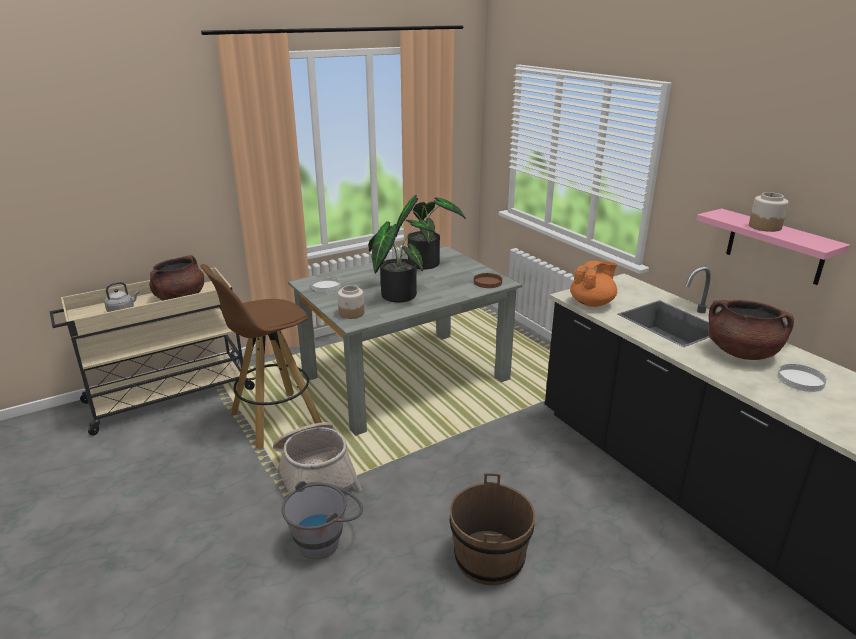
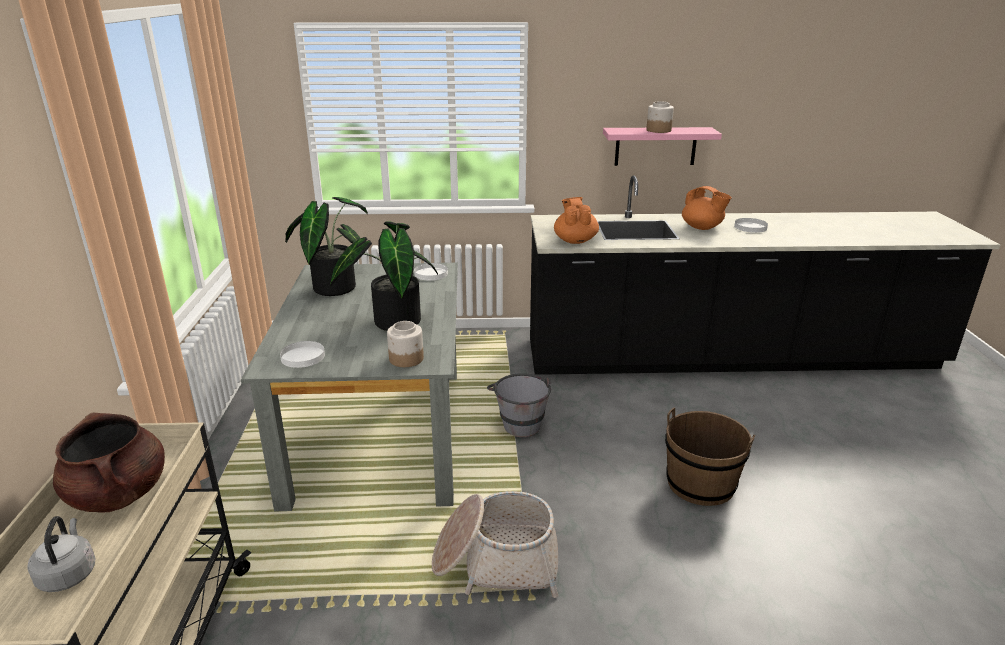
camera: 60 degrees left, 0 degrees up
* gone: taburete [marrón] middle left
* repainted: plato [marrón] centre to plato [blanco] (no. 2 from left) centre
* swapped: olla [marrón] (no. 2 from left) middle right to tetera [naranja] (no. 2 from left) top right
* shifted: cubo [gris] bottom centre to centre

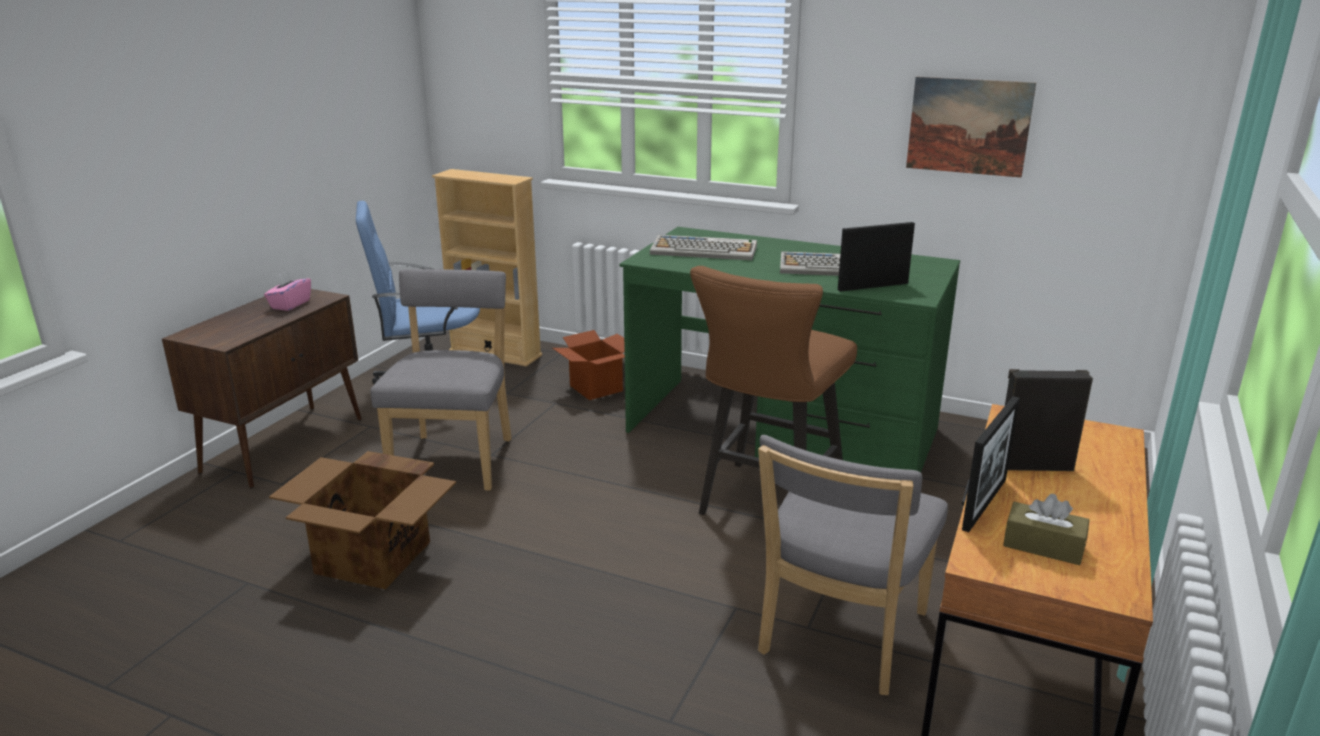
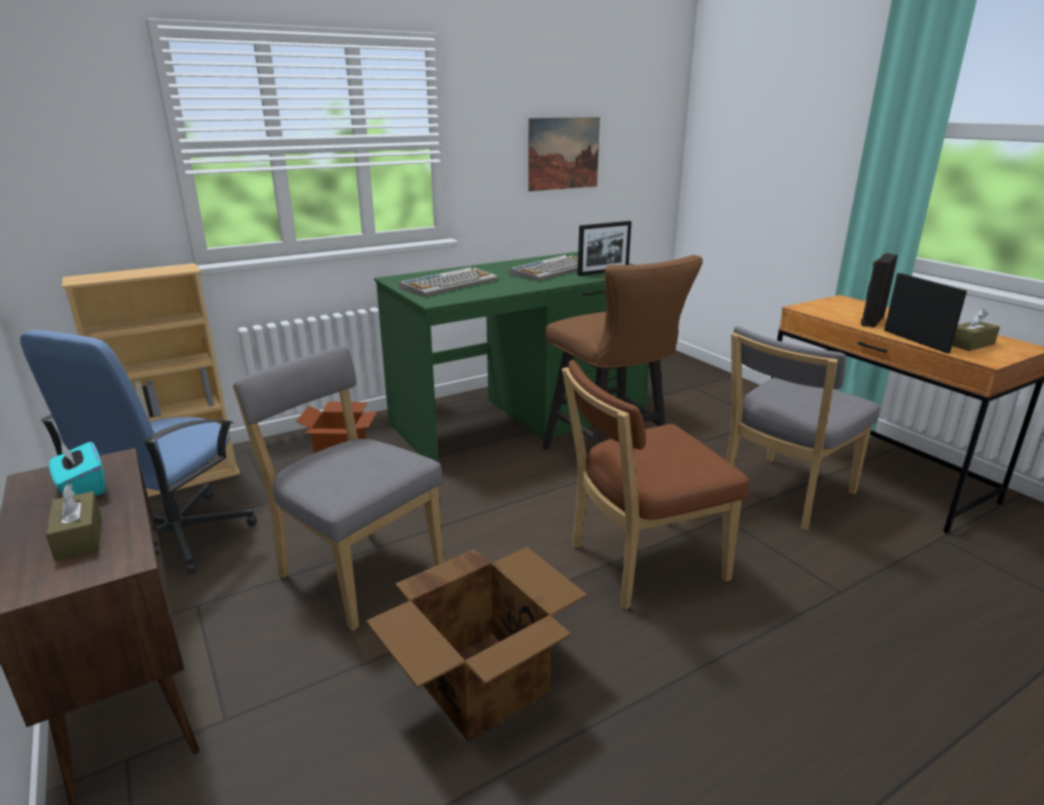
camera: 55 degrees left, 0 degrees up
* rotated: portarretratos (no. 1 from left) centre = top centre 135 degrees counterclockwise
* repainted: caja de pañuelos [rosa] middle left to caja de pañuelos [turquesa] middle left
* rotated: silla [gris] (no. 2 from left) bottom centre = middle right 75 degrees clockwise
* new: silla [marrón] centre
* new: caja de pañuelos [marrón] (no. 1 from left) middle left

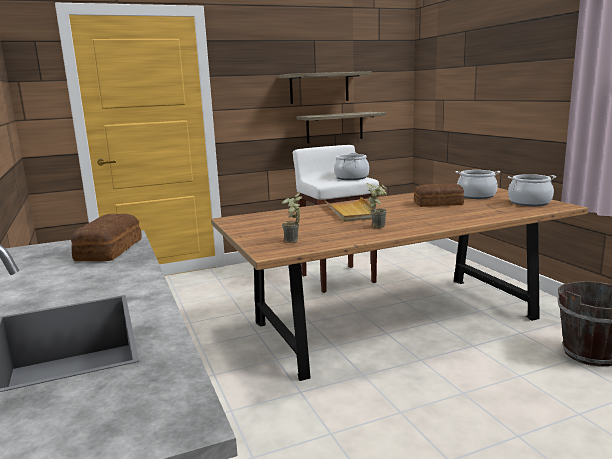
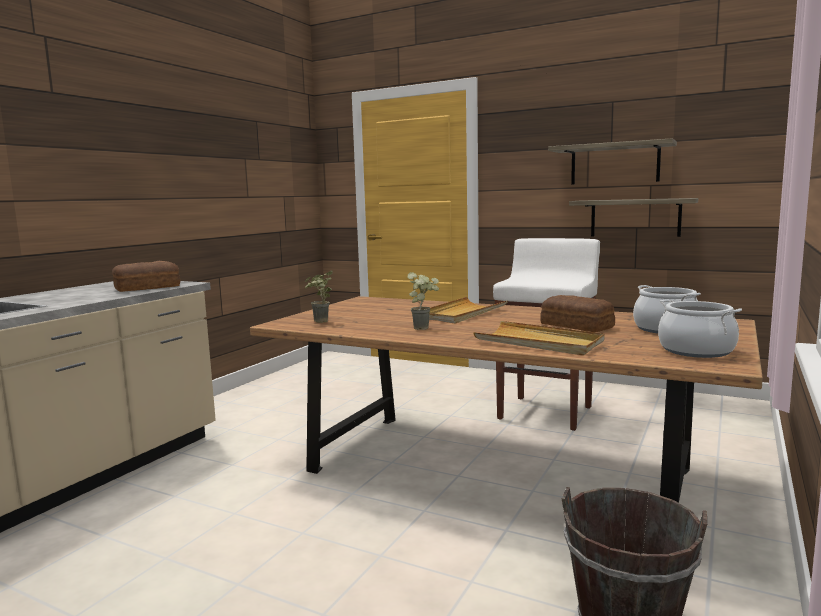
camera: 50 degrees right, 5 degrees down
* gone: olla (no. 1 from left) centre
* new: bandeja [beis] (no. 2 from left) centre

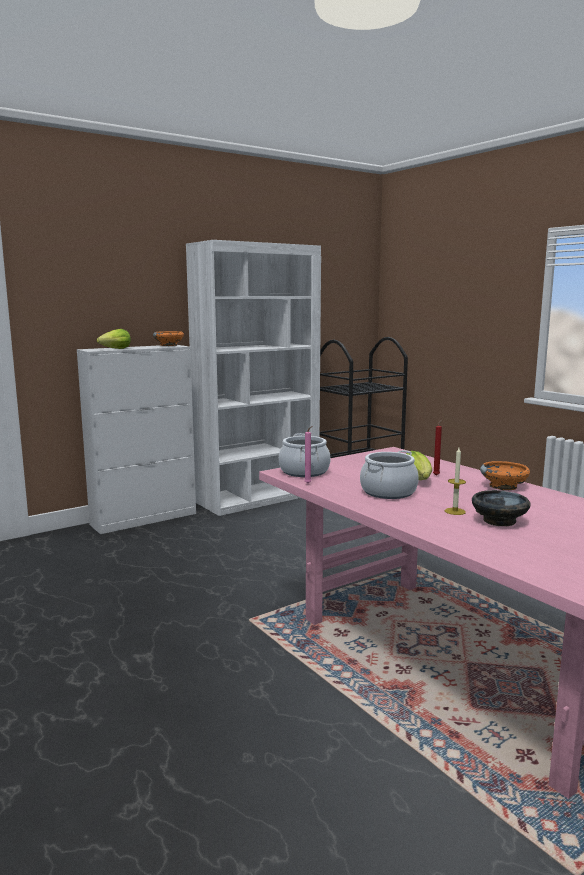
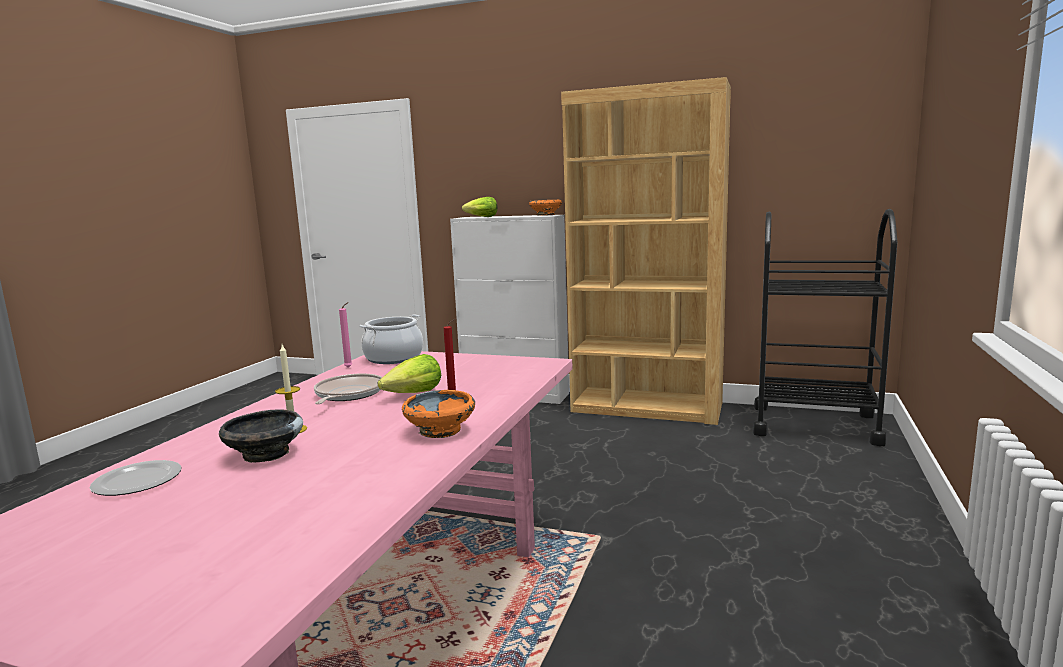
camera: 55 degrees right, 0 degrees up
* repainted: estantería [blanco] centre to estantería [marrón] centre
* swapped: olla (no. 2 from left) centre to sartén middle left
* new: plato bottom left

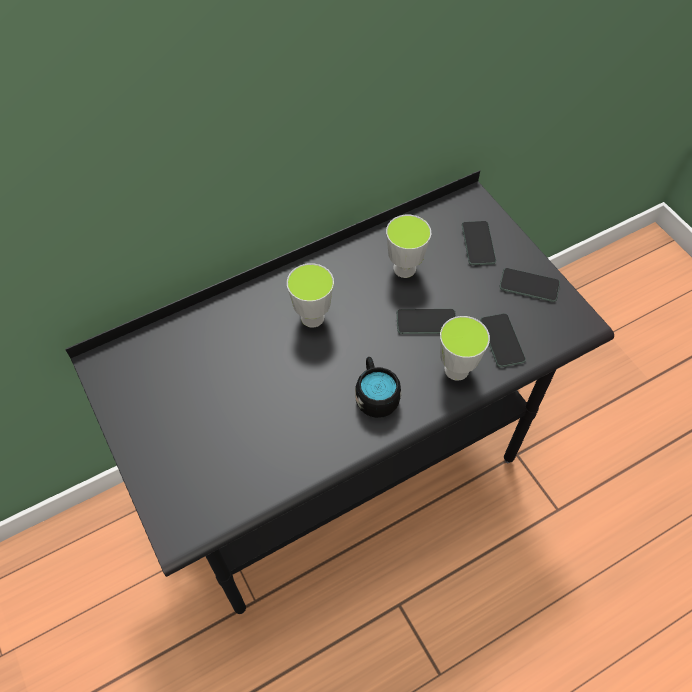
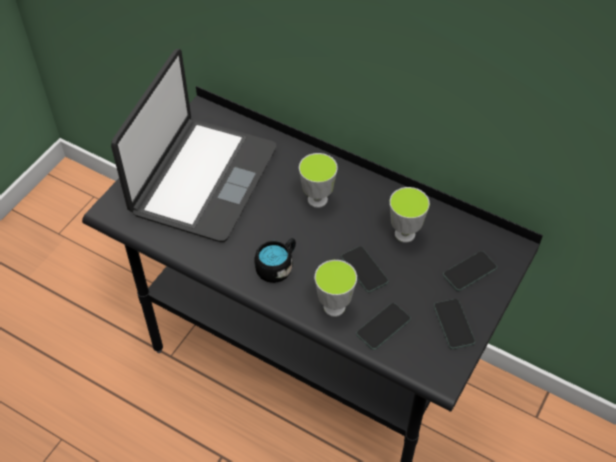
camera: 60 degrees right, 5 degrees down
* new: portátil top left

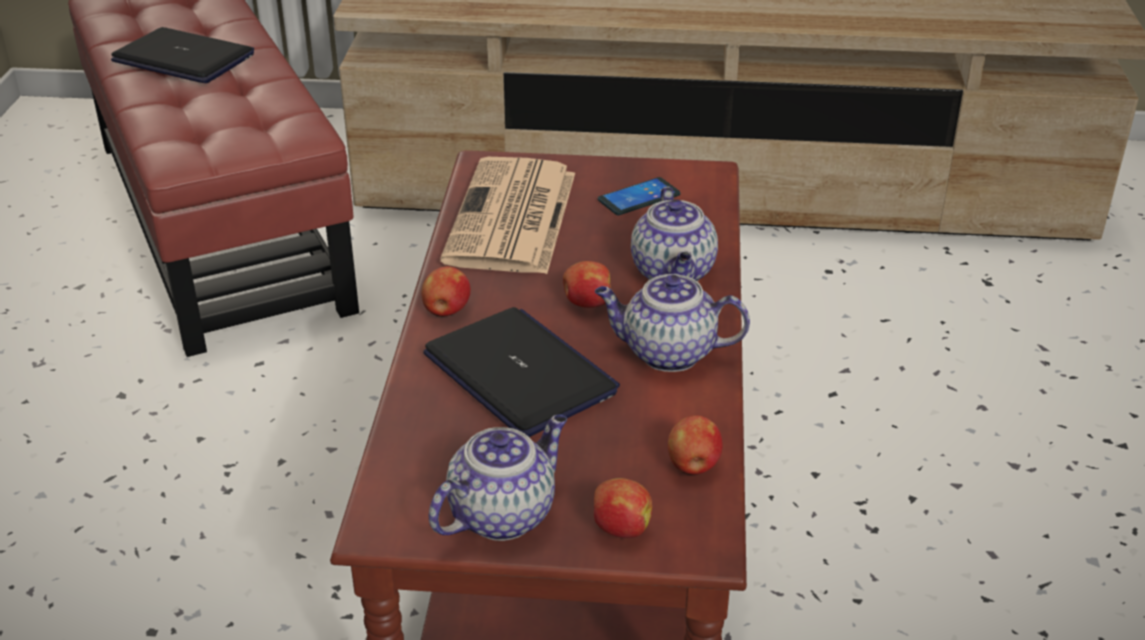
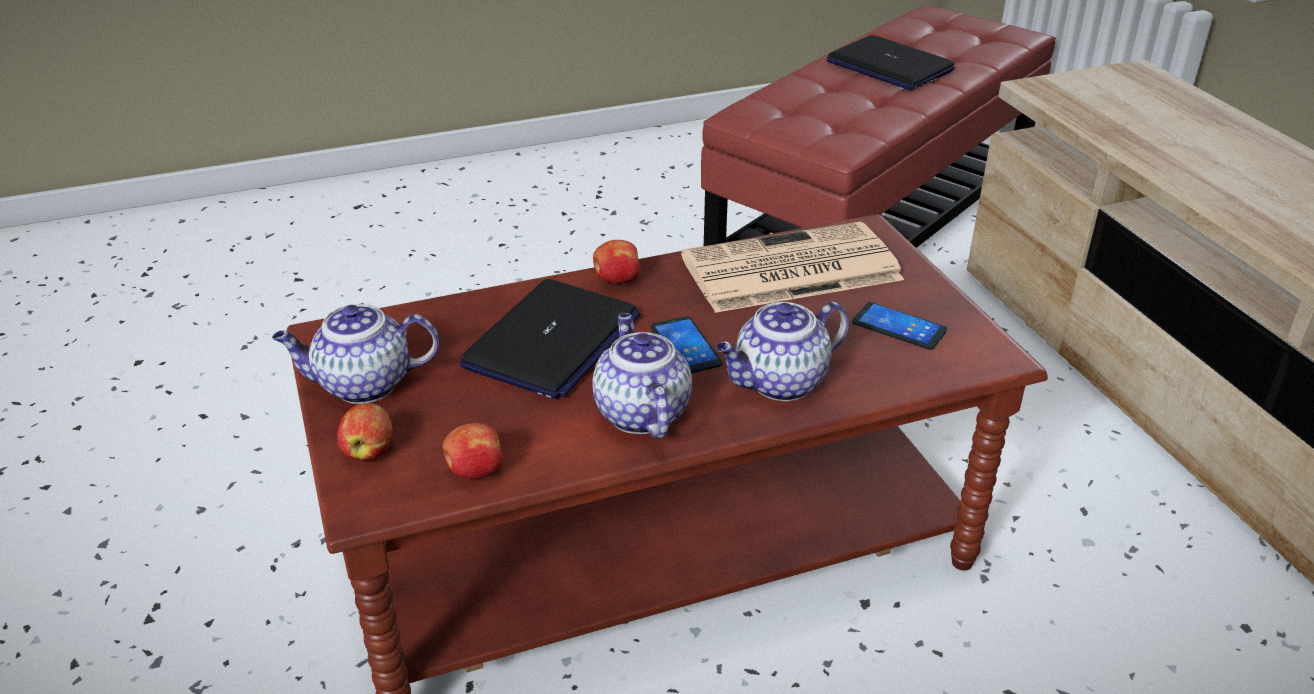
camera: 65 degrees right, 0 degrees up
* rotated: portátil (no. 1 from left in the first image) top left = top right 135 degrees clockwise
* swapped: manzana (no. 2 from left) centre to móvil (no. 1 from left) centre
* rotated: tetera (no. 1 from left) bottom centre = middle left 150 degrees clockwise

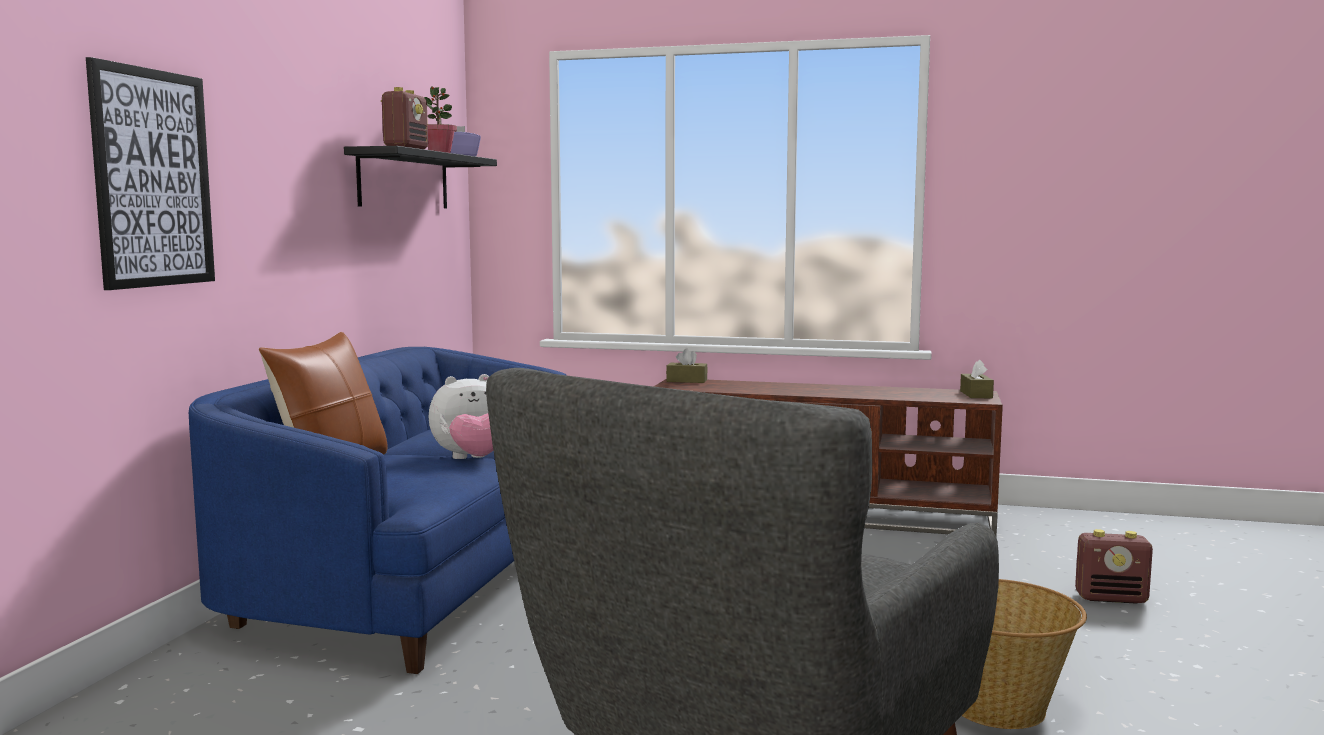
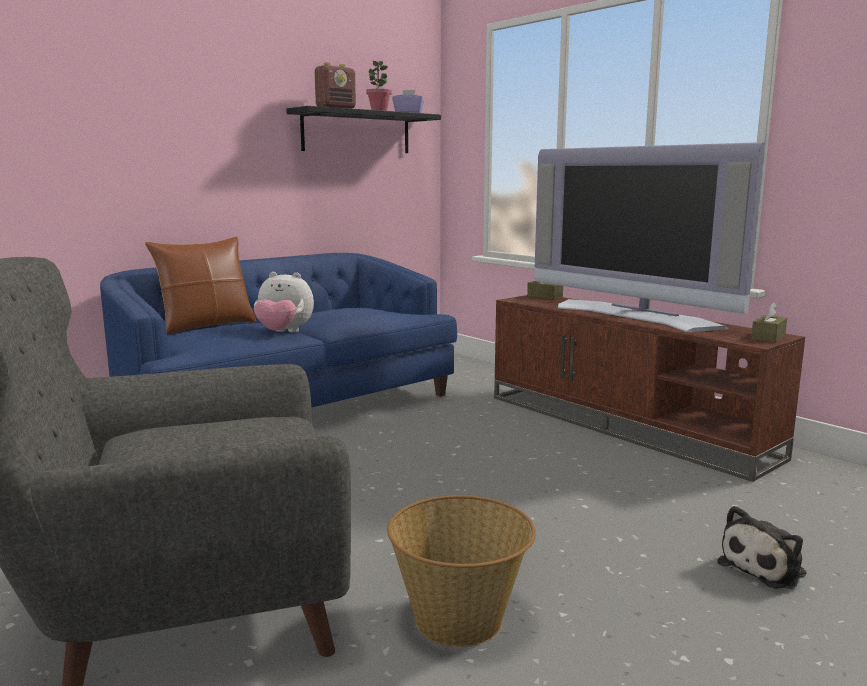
camera: 35 degrees right, 5 degrees up
* gone: cuadro top left
* swapped: radio (no. 2 from left) bottom right to peluche (no. 2 from left) bottom right
* new: televisor middle right

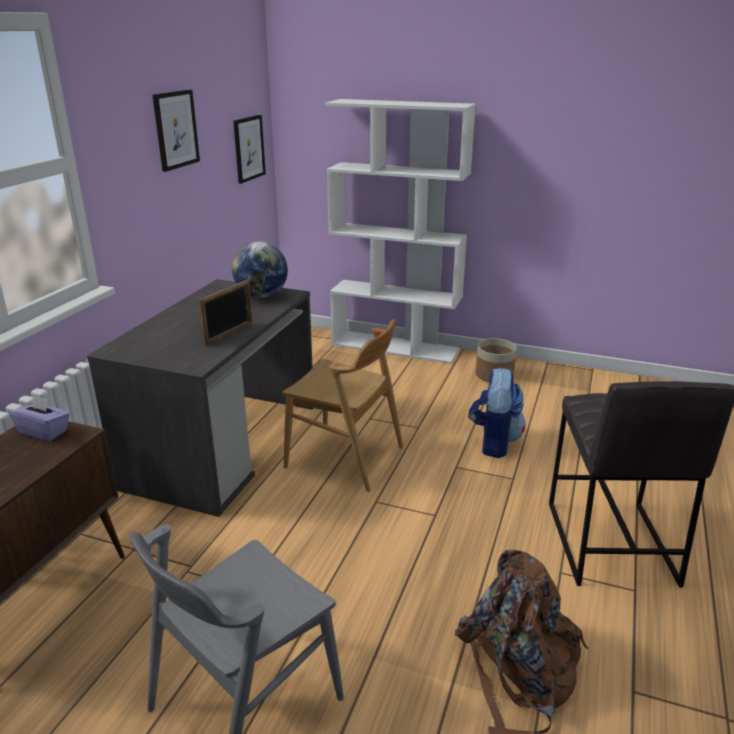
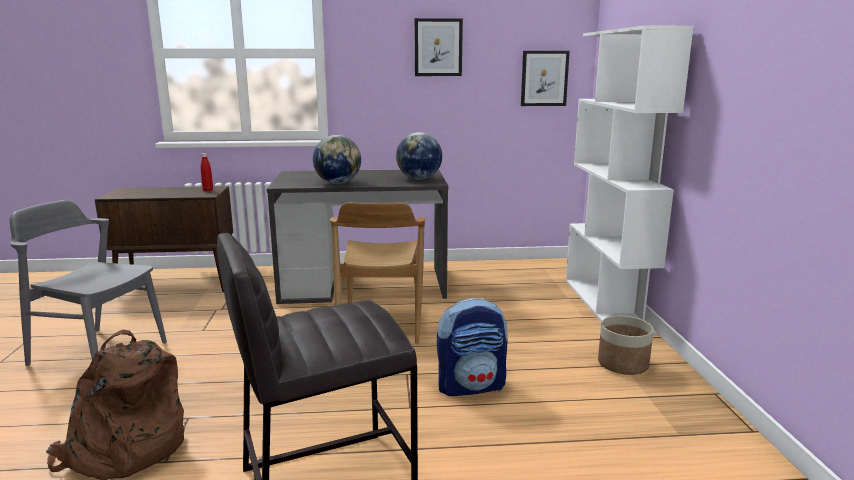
camera: 65 degrees right, 10 degrees down
* swapped: portarretratos middle left to globo terráqueo (no. 1 from left) top centre
* swapped: caja de pañuelos [morado] middle left to botella [rojo] middle left

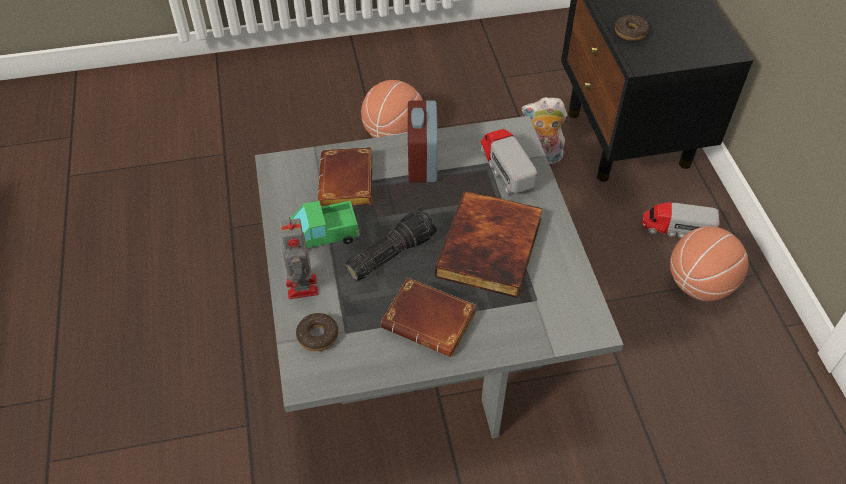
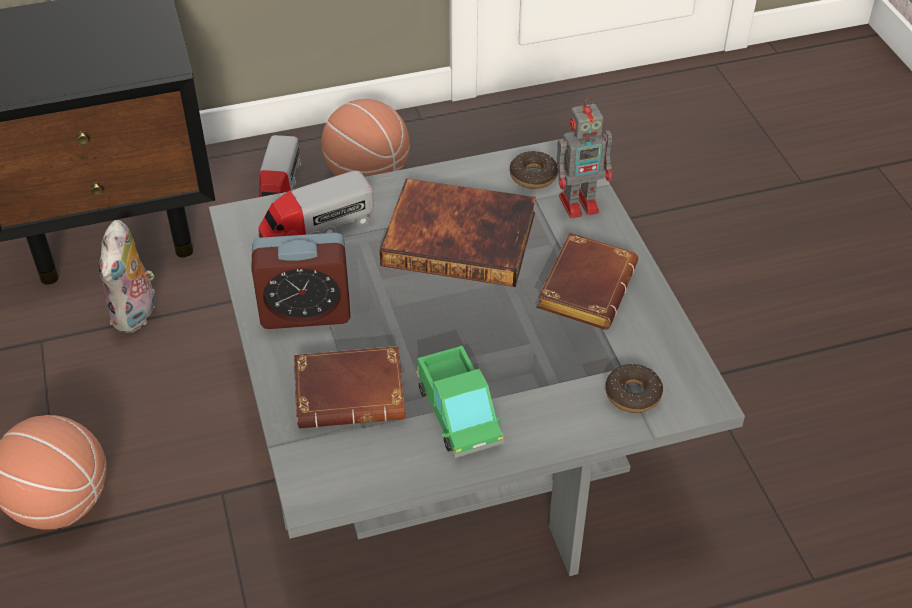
camera: 95 degrees left, 5 degrees down
* shifted: rosquilla (no. 2 from left in the first image) top right to rosquilla (no. 1 from left) top centre
* gone: linterna centre
* shifted: robot de juguete centre to top centre

